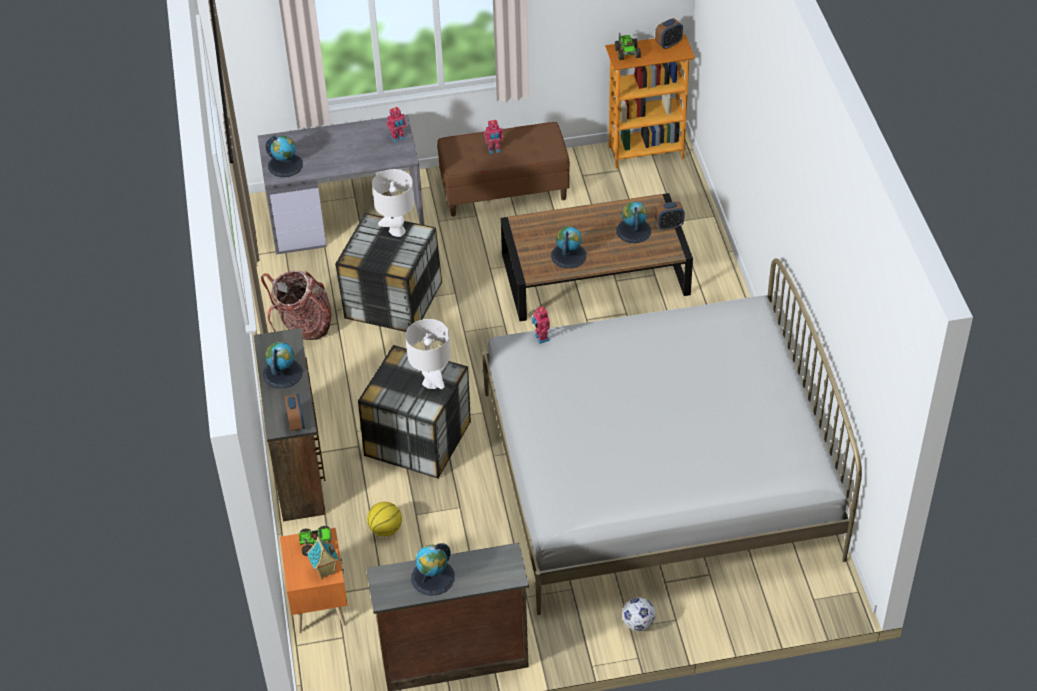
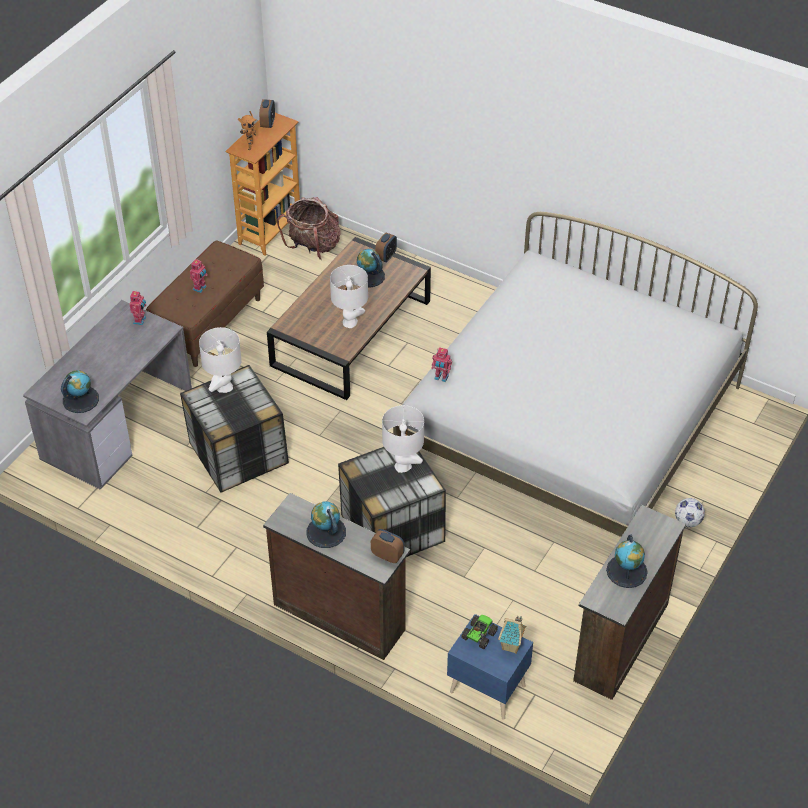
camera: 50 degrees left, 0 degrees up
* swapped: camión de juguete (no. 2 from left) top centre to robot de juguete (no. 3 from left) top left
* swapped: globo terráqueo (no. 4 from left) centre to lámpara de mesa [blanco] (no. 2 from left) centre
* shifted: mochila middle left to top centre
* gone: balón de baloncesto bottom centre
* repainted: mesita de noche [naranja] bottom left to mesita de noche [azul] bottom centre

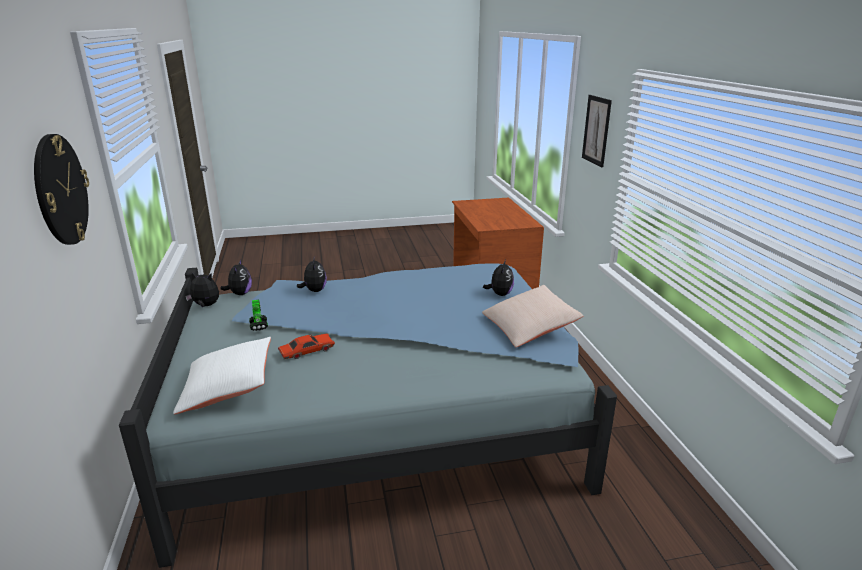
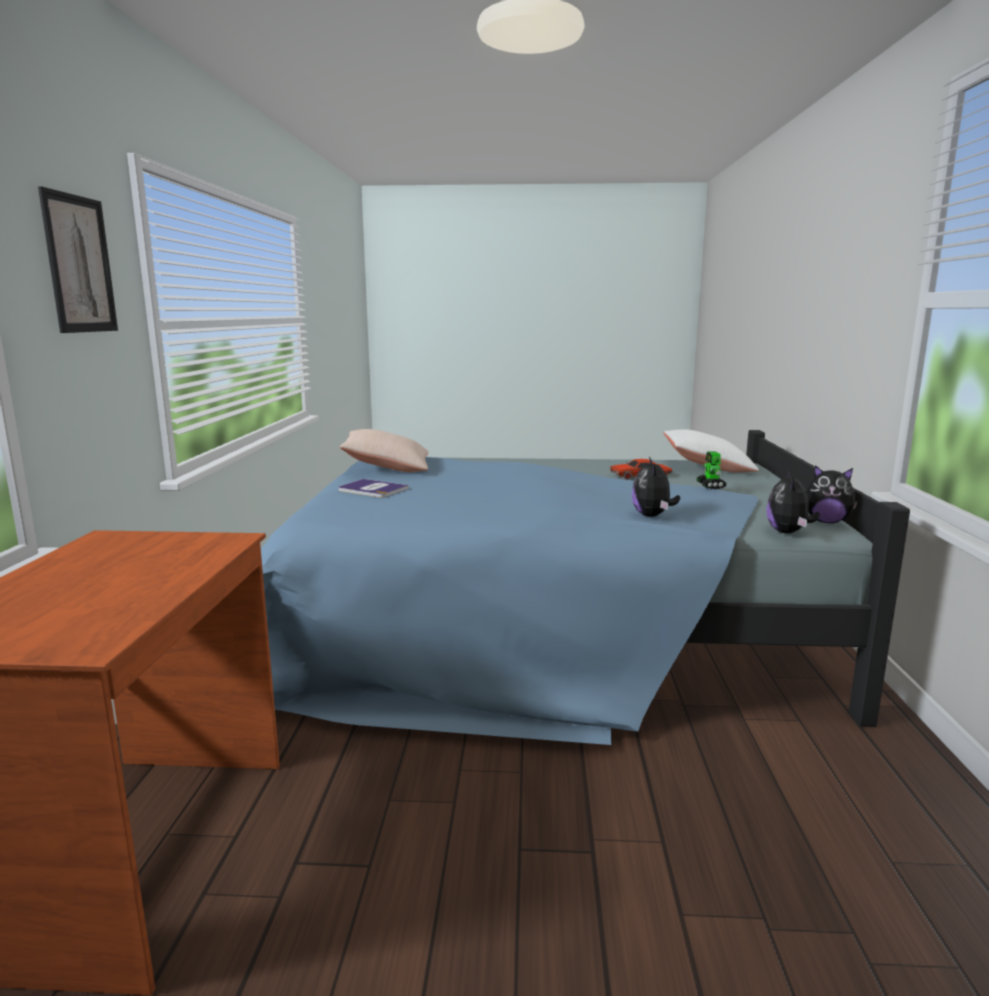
camera: 165 degrees left, 10 degrees down
* gone: reloj de pared top left
* swapped: peluche (no. 4 from left) centre to libro centre

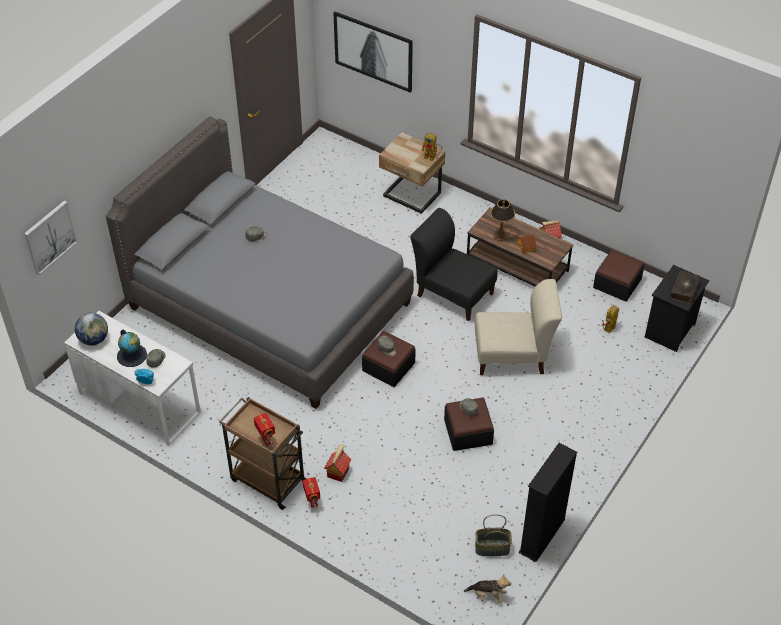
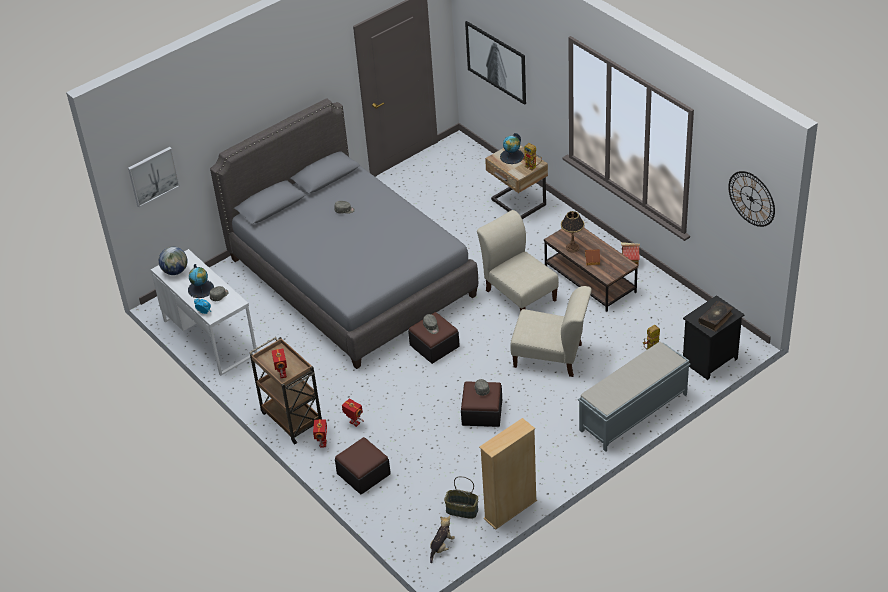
camera: 20 degrees right, 5 degrees down
* repainted: silla [negro] centre to silla [beis] (no. 1 from left) centre
* shifted: puf (no. 3 from left in the first image) middle right to puf (no. 1 from left) bottom centre
* repainted: estantería [negro] bottom right to estantería [beis] bottom centre
* swapped: casita (no. 1 from left) bottom centre to robot de juguete (no. 3 from left) bottom centre
* rotated: peluche bottom centre = bottom centre 90 degrees counterclockwise
* new: globo terráqueo (no. 3 from left) top centre
* new: reloj de pared middle right
* new: banco [gris] bottom right

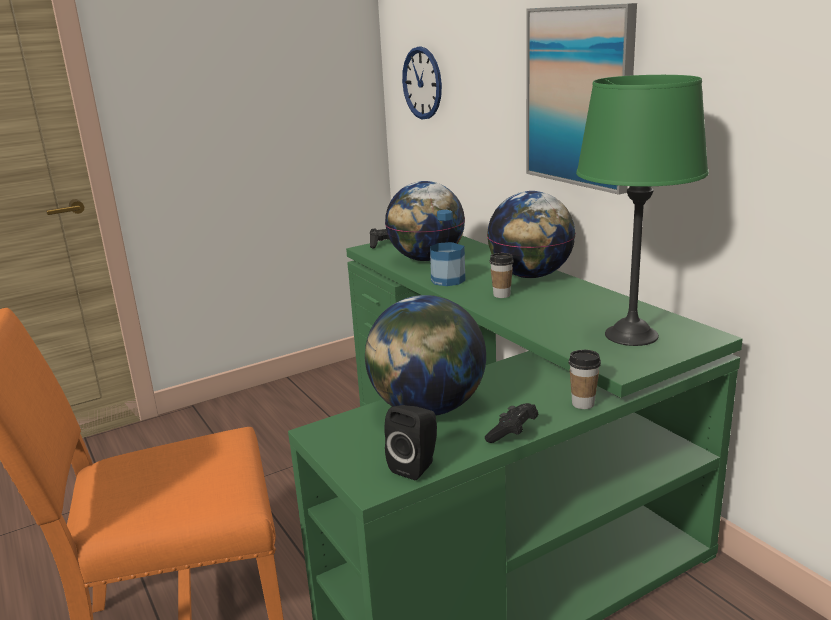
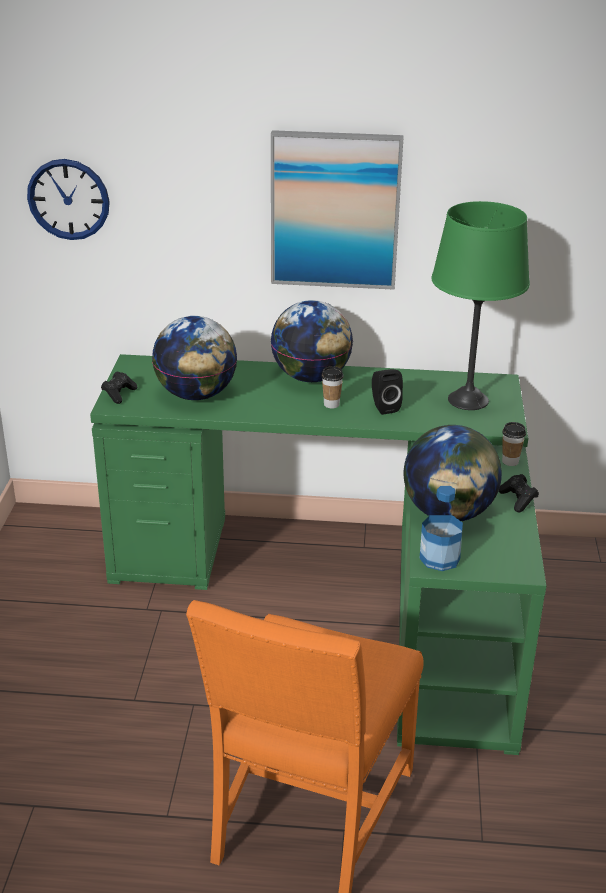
camera: 55 degrees left, 10 degrees up
* shifted: botella centre to middle right
* shifted: altavoz [negro] bottom centre to centre

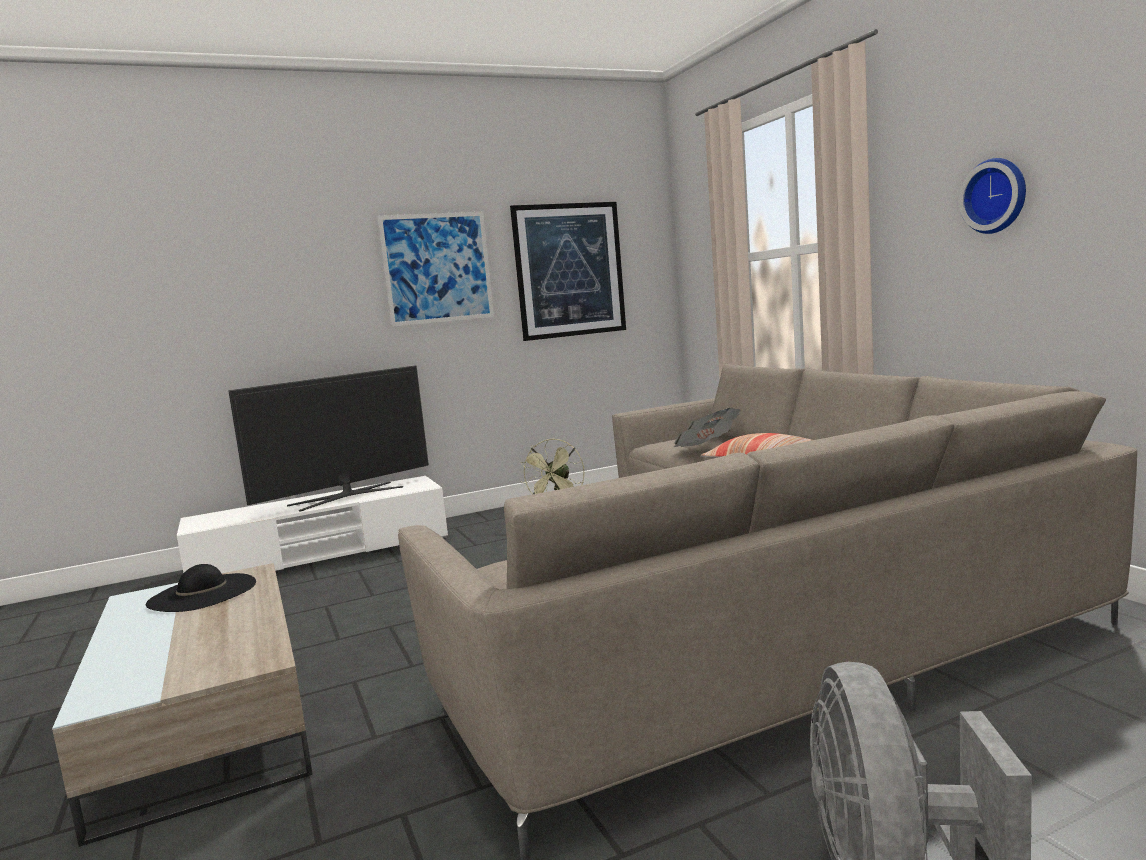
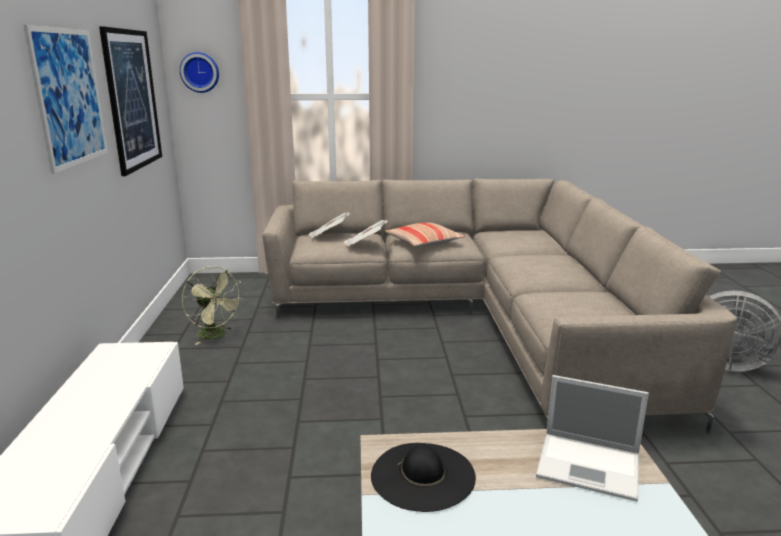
camera: 70 degrees left, 10 degrees up
* shifted: reloj de pared top right to top left
* gone: televisor middle left
* new: portátil bottom right

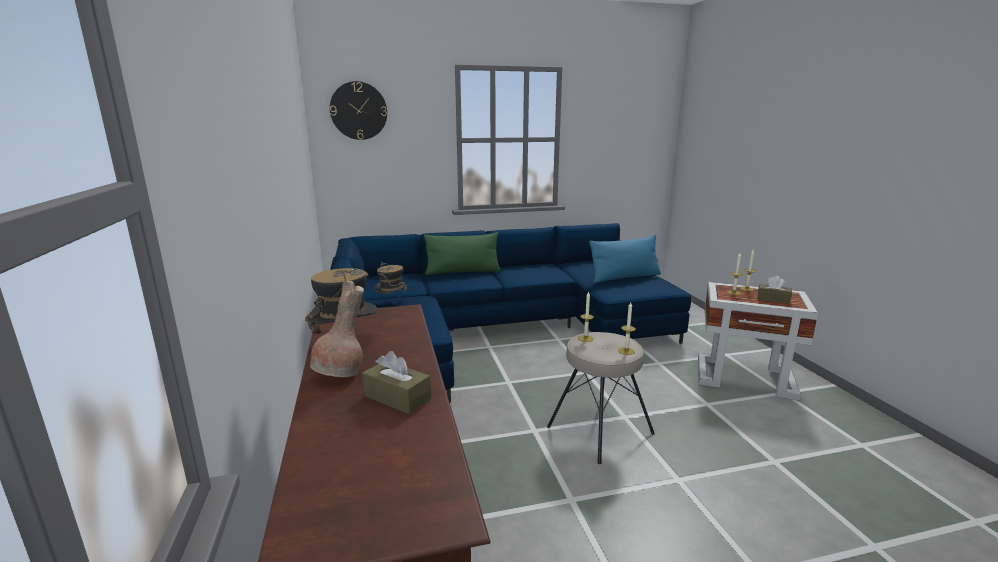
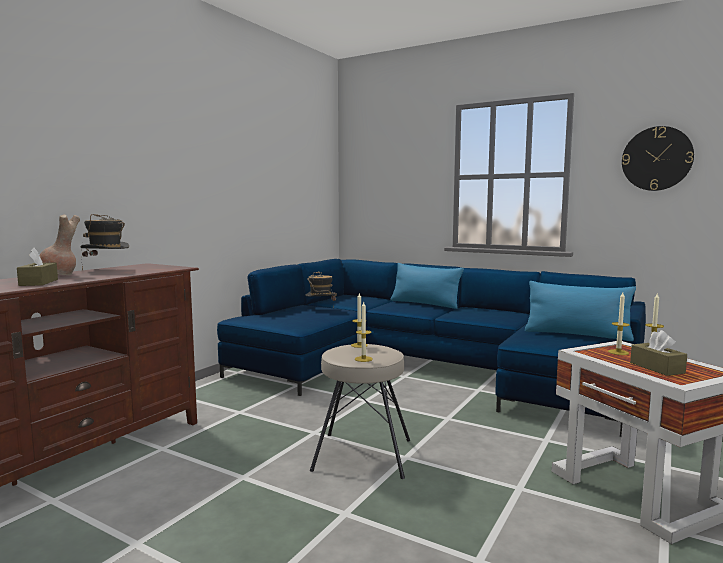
camera: 45 degrees right, 10 degrees down
* shifted: reloj de pared top centre to top right
* repainted: cojín [verde] centre to cojín [azul] (no. 1 from left) centre

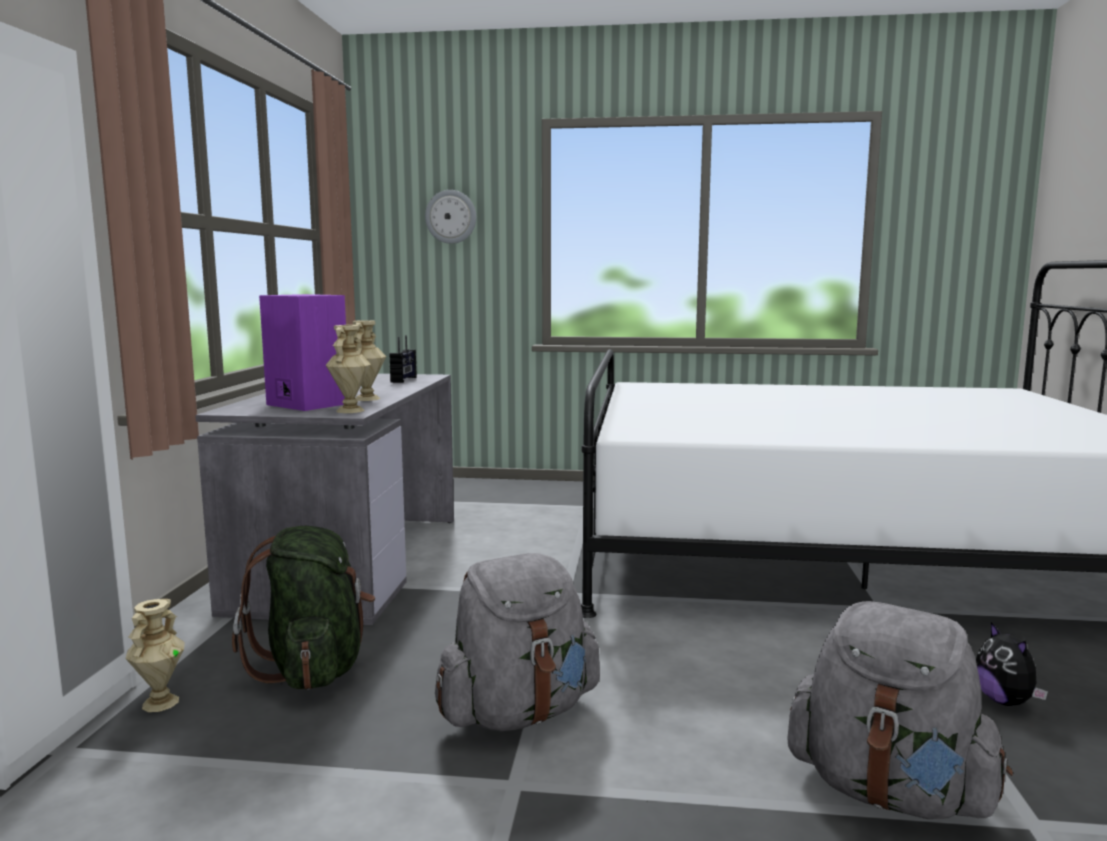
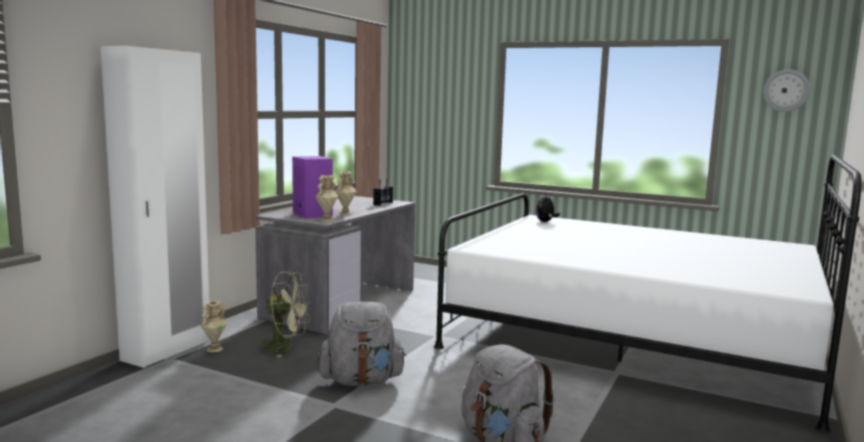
camera: 20 degrees right, 0 degrees up
* shifted: reloj de pared top centre to top right
* swapped: mochila [verde] bottom left to ventilador [verde] bottom left
* shifted: peluche bottom right to centre

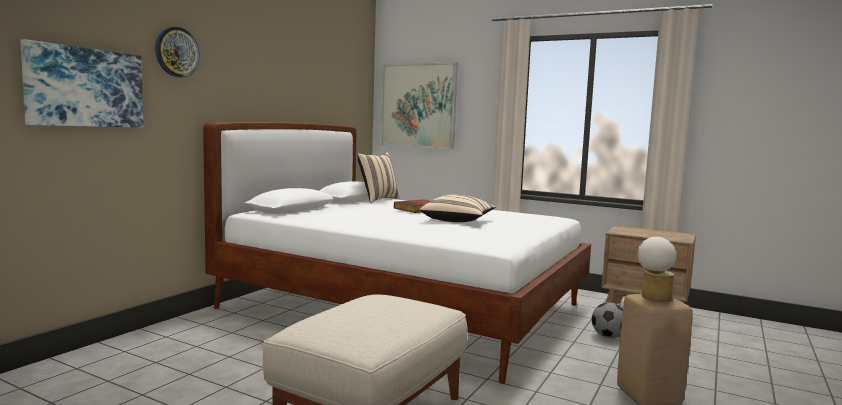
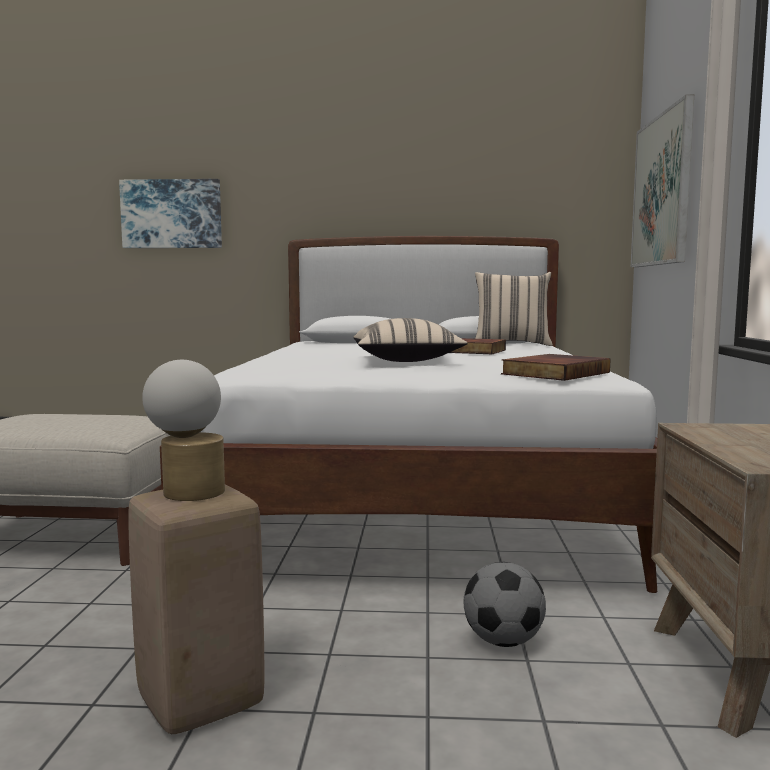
camera: 65 degrees right, 0 degrees up
* gone: reloj de pared top left
* new: libro (no. 2 from left) middle right

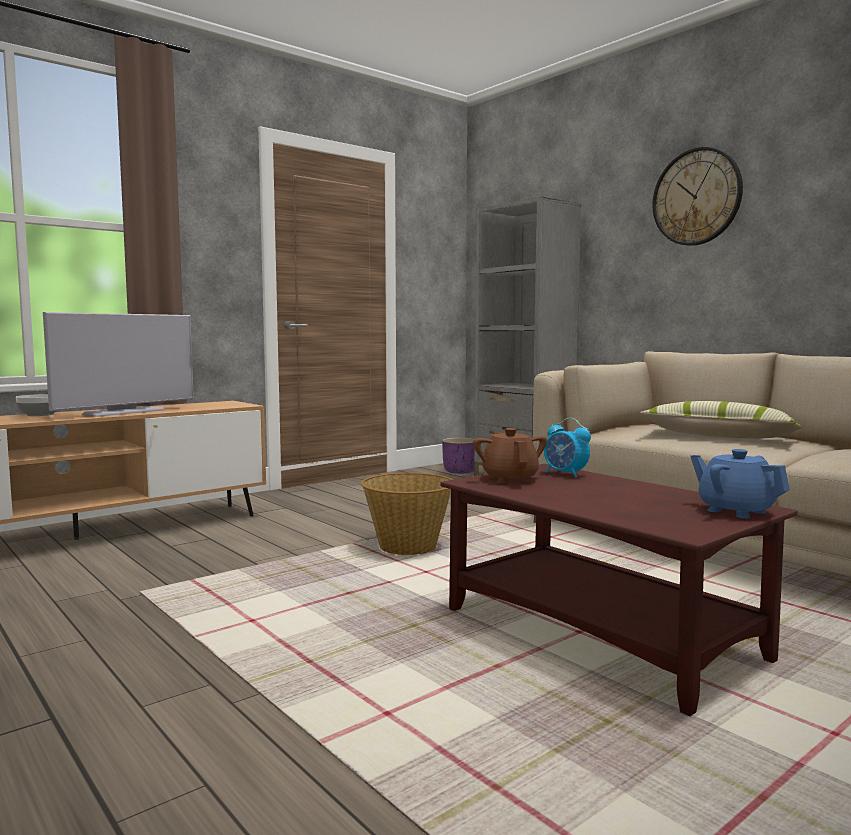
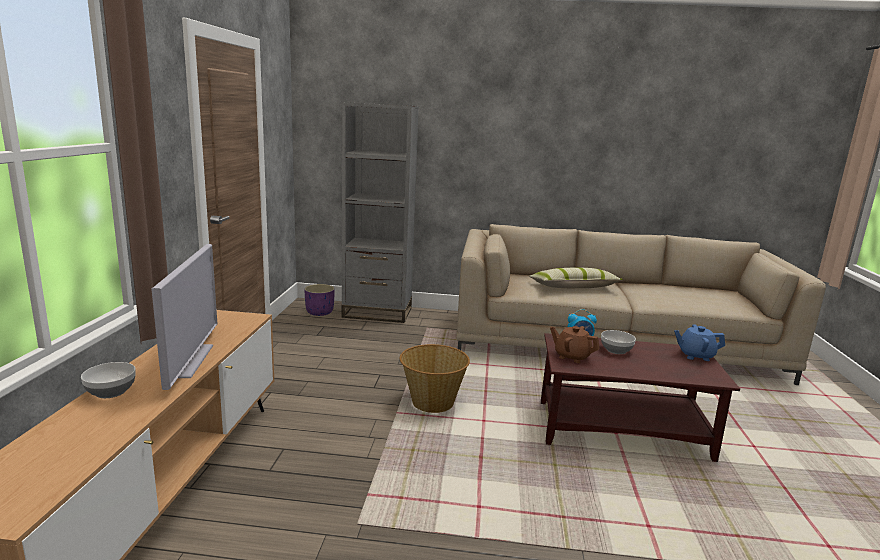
camera: 45 degrees left, 10 degrees up
* gone: reloj de pared top right
* new: cuenco (no. 2 from left) middle right

